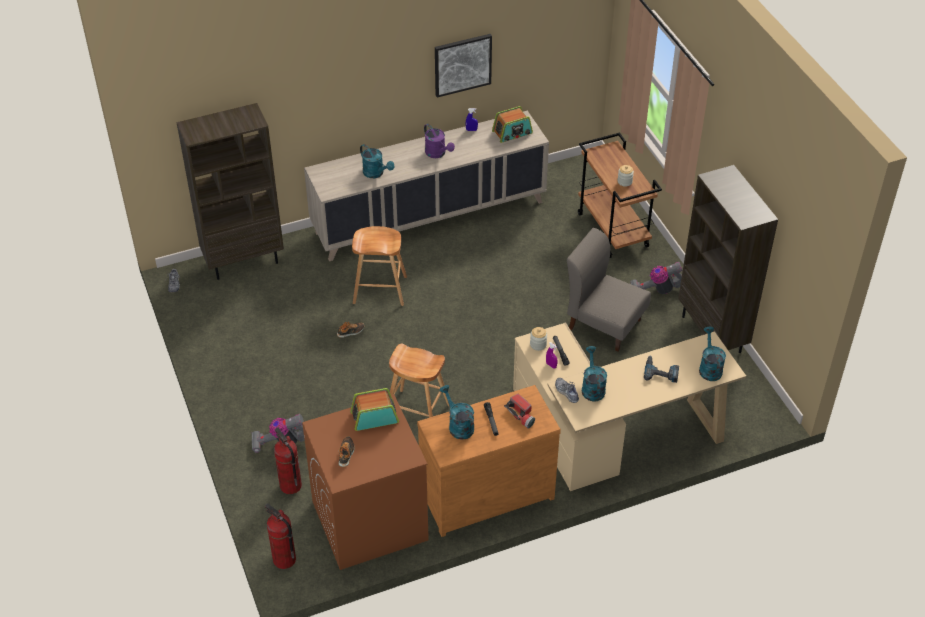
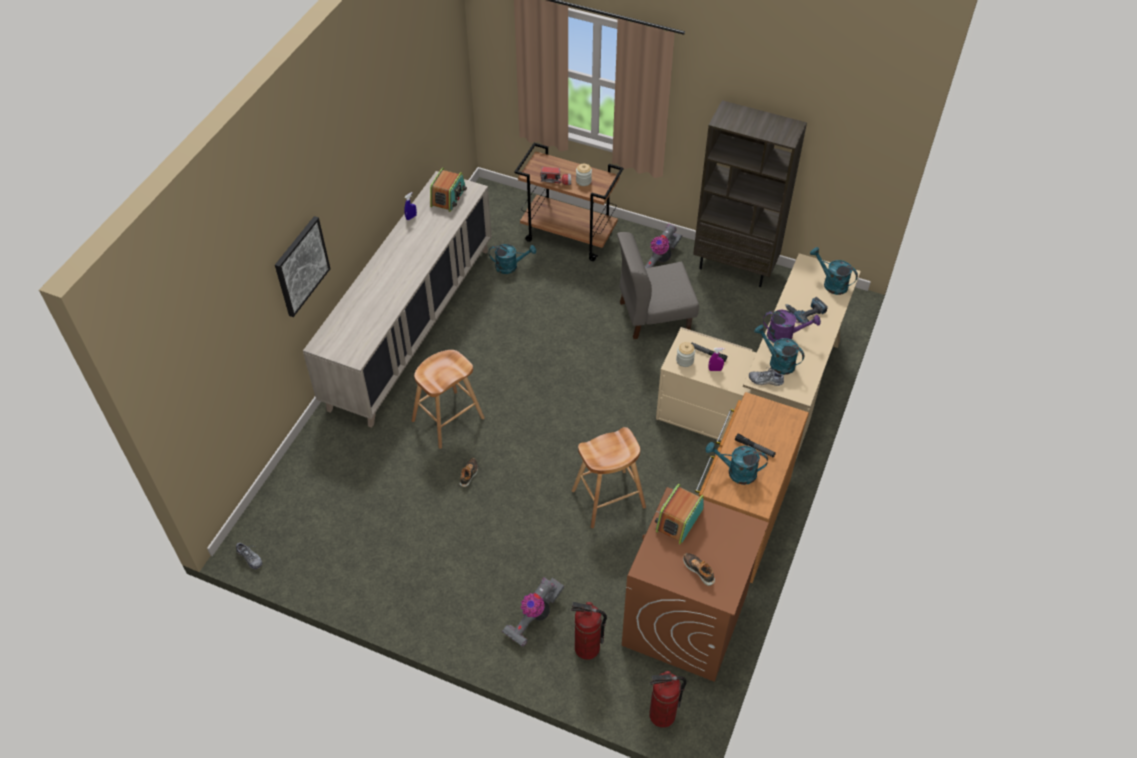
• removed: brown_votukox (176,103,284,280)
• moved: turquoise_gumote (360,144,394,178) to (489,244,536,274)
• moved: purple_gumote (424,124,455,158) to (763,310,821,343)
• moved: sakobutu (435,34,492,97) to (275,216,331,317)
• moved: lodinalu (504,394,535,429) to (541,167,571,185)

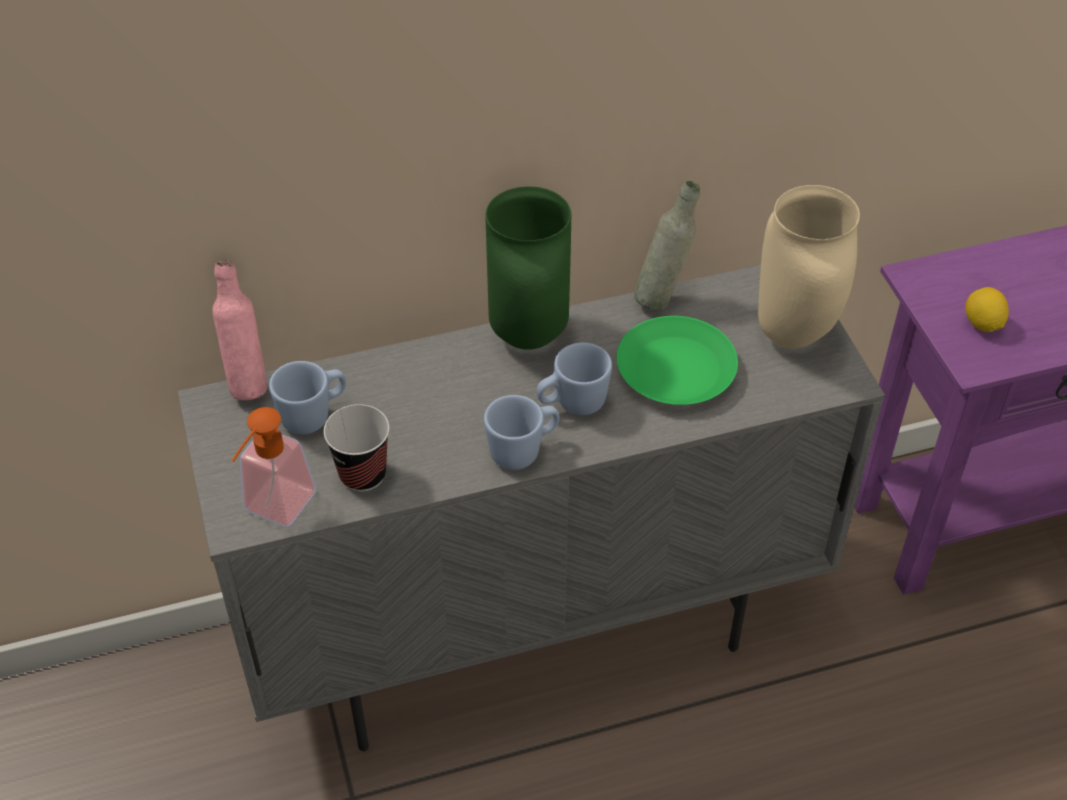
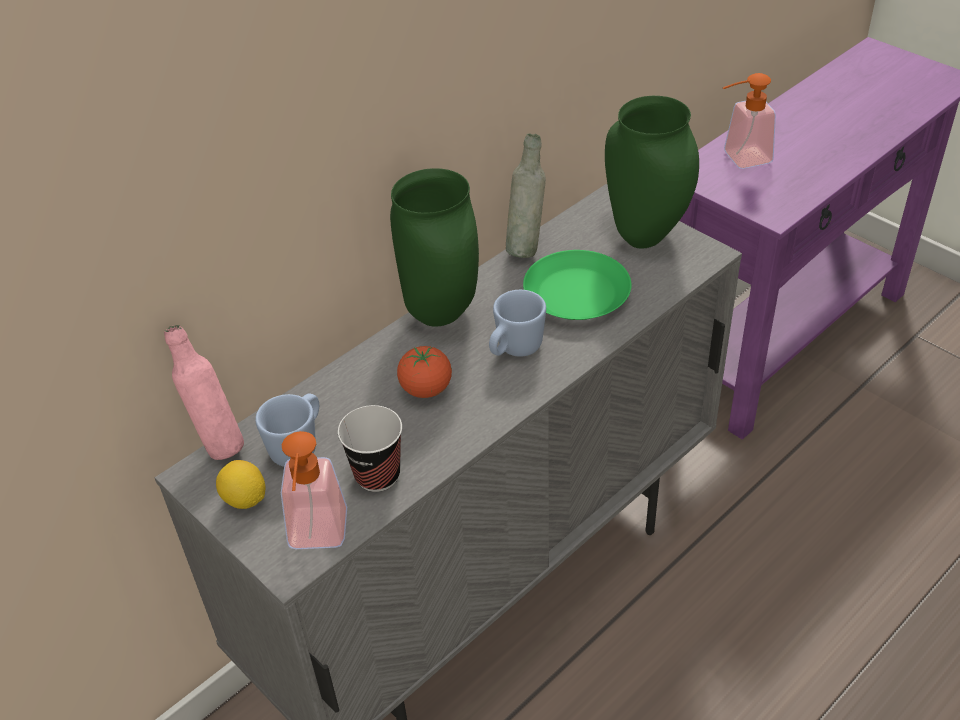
• removed: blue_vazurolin (484,395,559,470)
• added: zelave (397,346,452,398)
• added: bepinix (723,73,776,169)
• moved: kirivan (965,287,1009,332) to (216,460,265,509)
• recoloured: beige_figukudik (758,185,860,349) to green_figukudik (605,96,699,248)

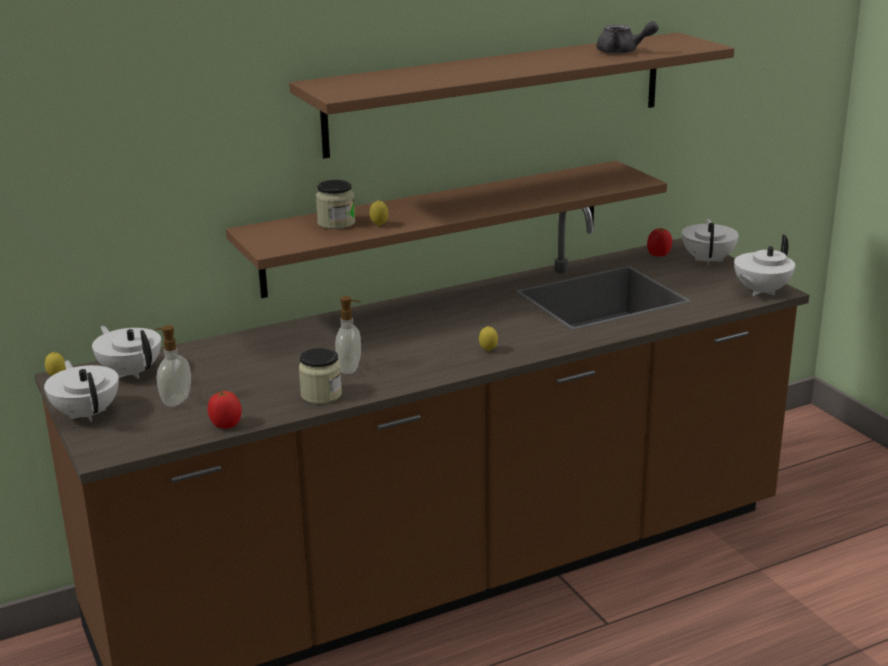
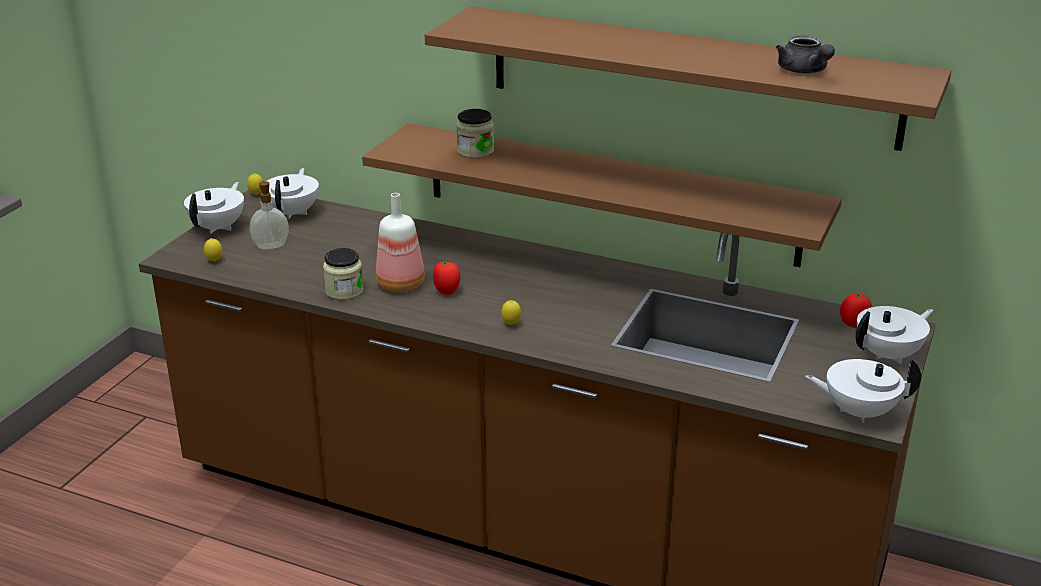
• moved: zelave (208,391,242,429) to (433,261,460,295)
• moved: kirivan (370,200,388,226) to (204,238,222,262)
• replaced: bepinix (335,296,361,374) to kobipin (376,193,425,292)

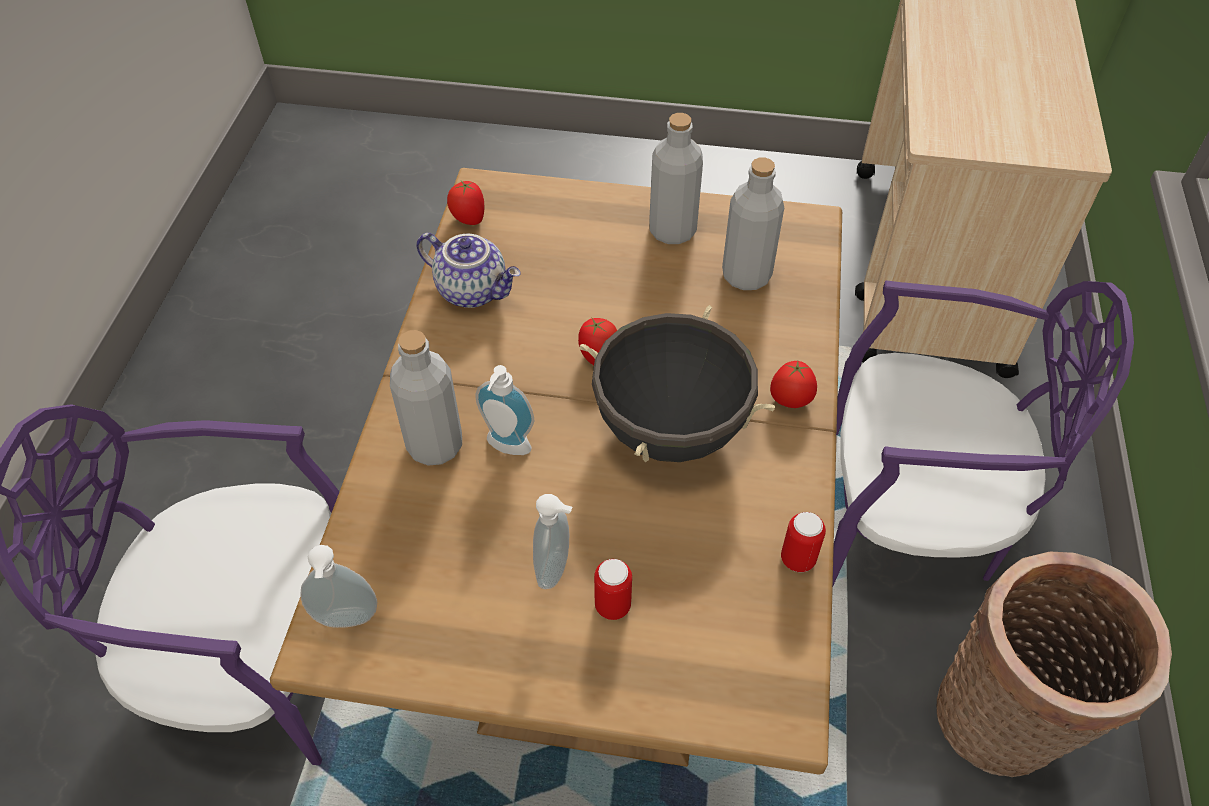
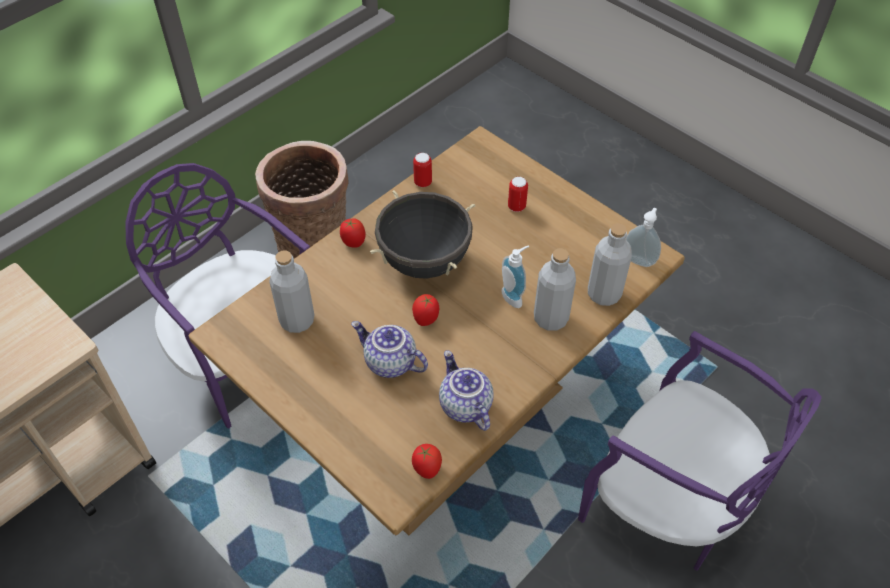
• removed: bepinix (533,494,572,589)
• added: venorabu (351,321,428,378)
• moved: grey_kobipin (649,113,703,244) to (588,223,632,306)

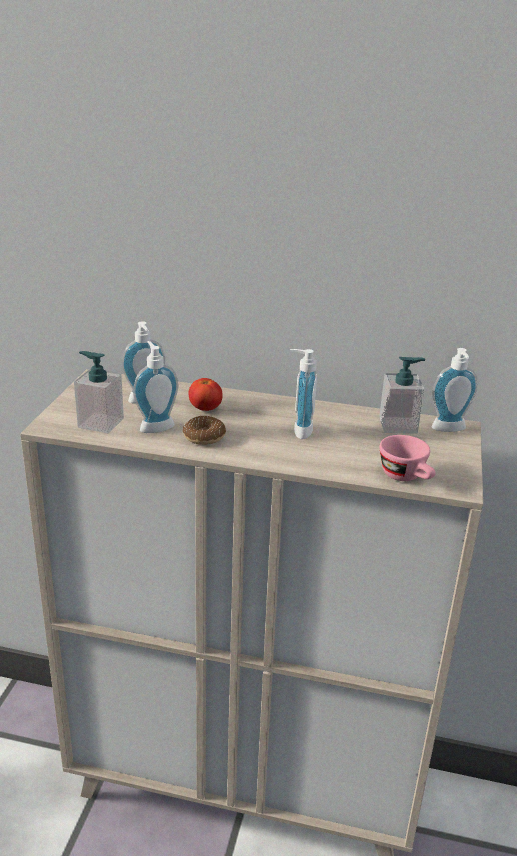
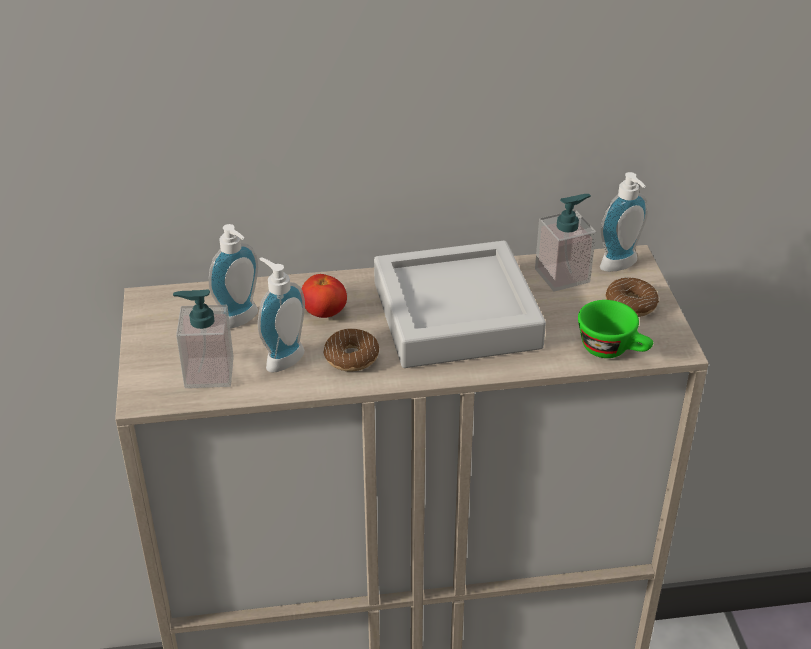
• added: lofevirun (605,277,659,317)
• replaced: bepinix (290,349,317,439) to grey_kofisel (374,241,546,368)
• recoloured: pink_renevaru (379,435,436,481) to green_renevaru (578,300,653,358)

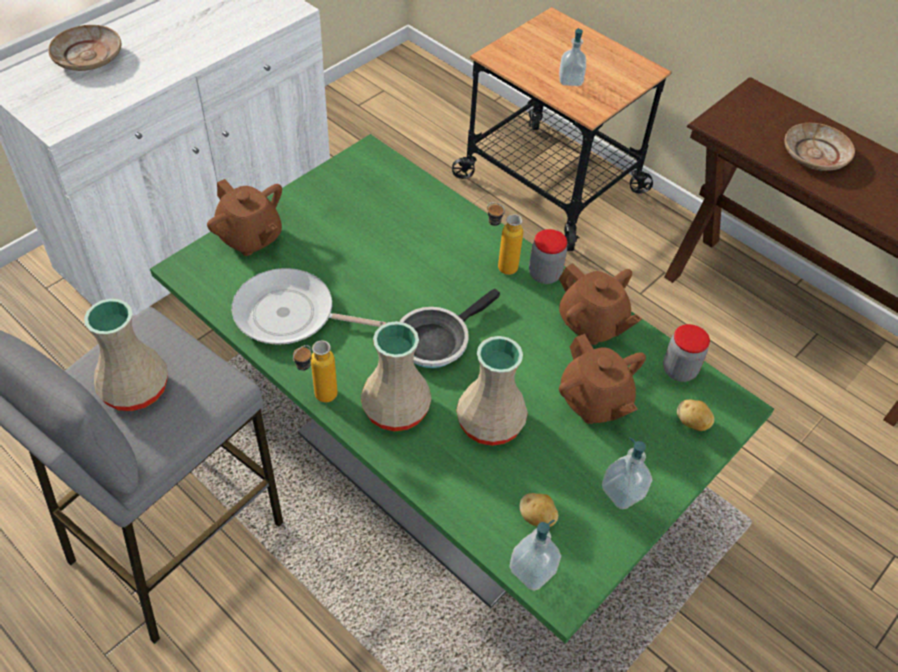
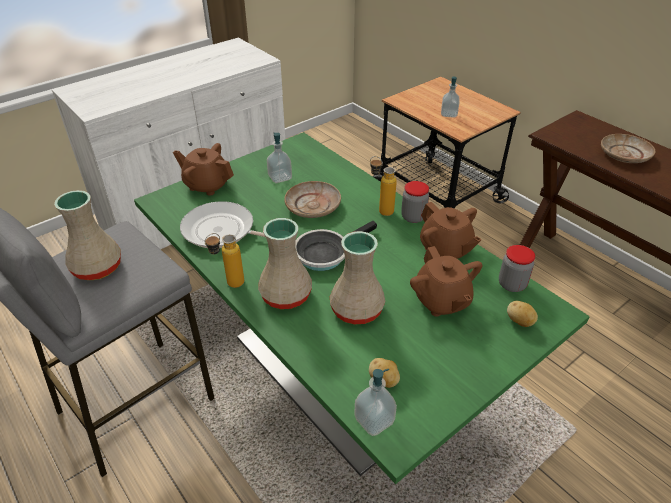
• moved: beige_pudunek (48,25,121,71) to (284,181,341,218)
• moved: bepinix (602,437,652,509) to (267,133,292,183)
• turned: brown_venorabu (207,179,282,256) = (173,143,234,196) 150 degrees clockwise

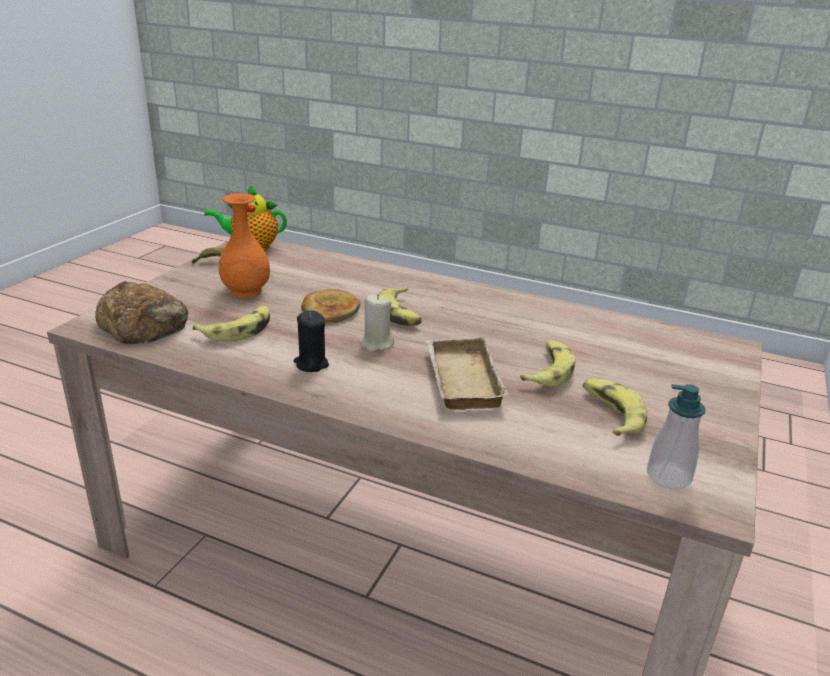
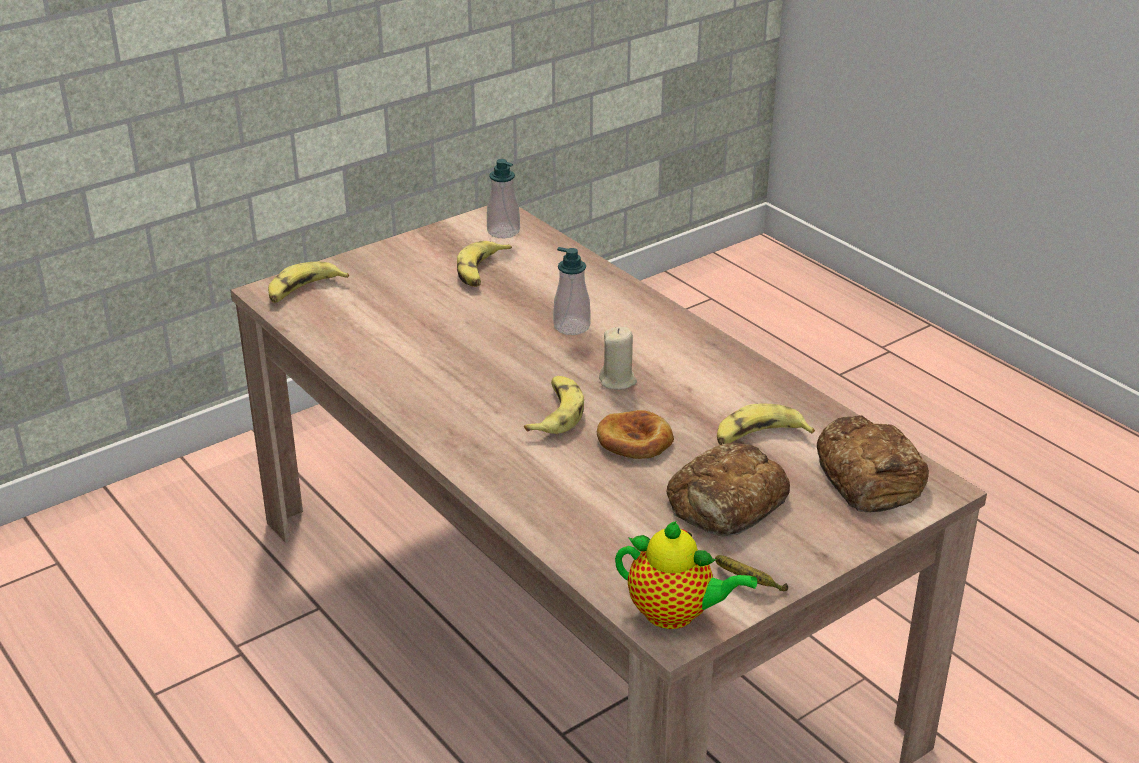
• removed: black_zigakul (294,310,329,372)
• moved: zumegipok (520,340,576,387) to (268,262,349,303)
• replaced: orange_figukudik (219,193,270,298) to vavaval (666,443,790,537)
• replaced: beige_kofisel (426,337,509,410) to bepinix (553,247,591,335)

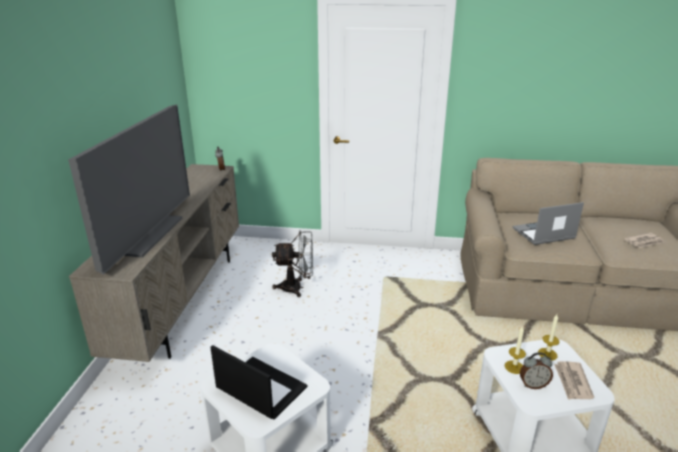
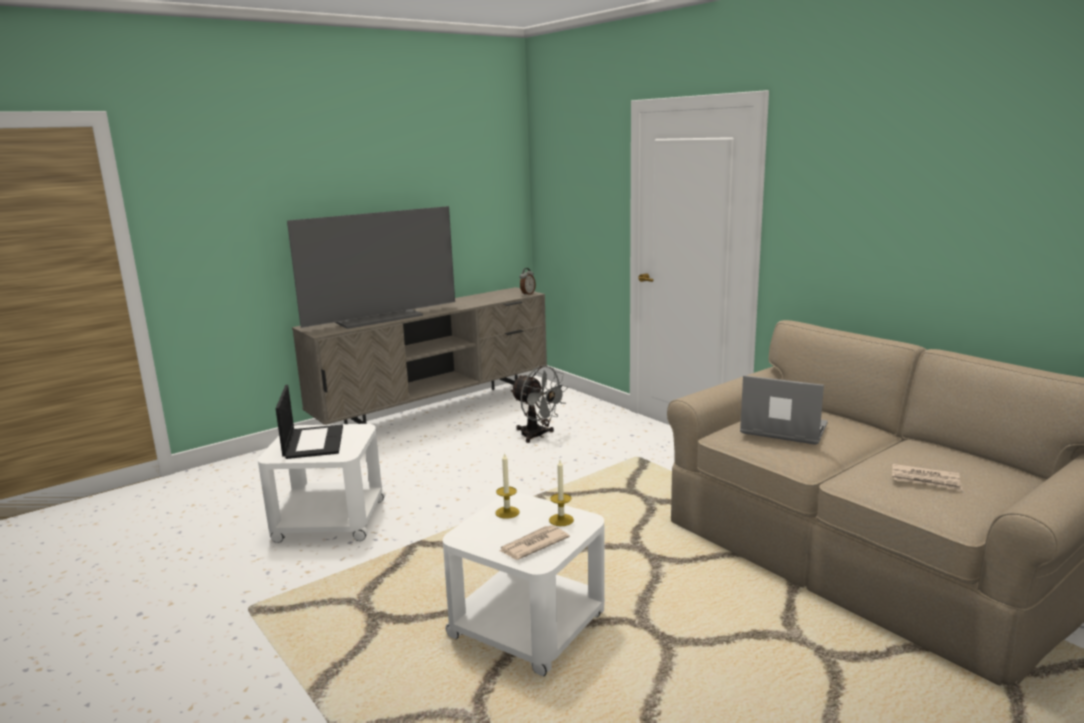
• removed: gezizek (520,352,553,389)

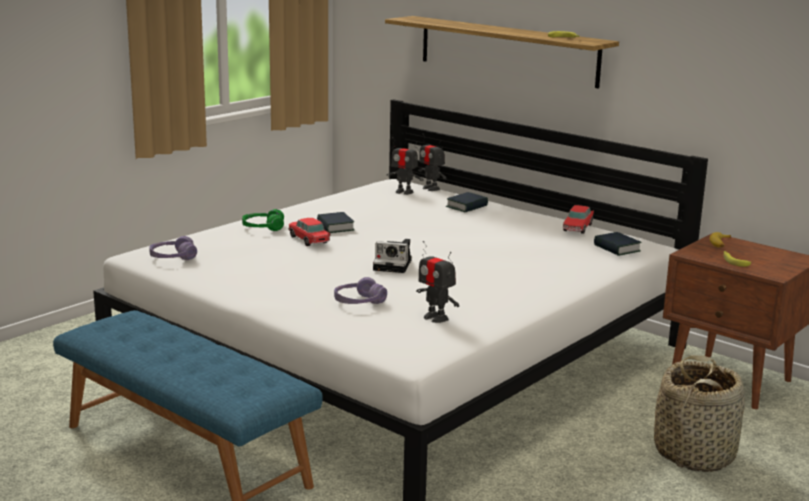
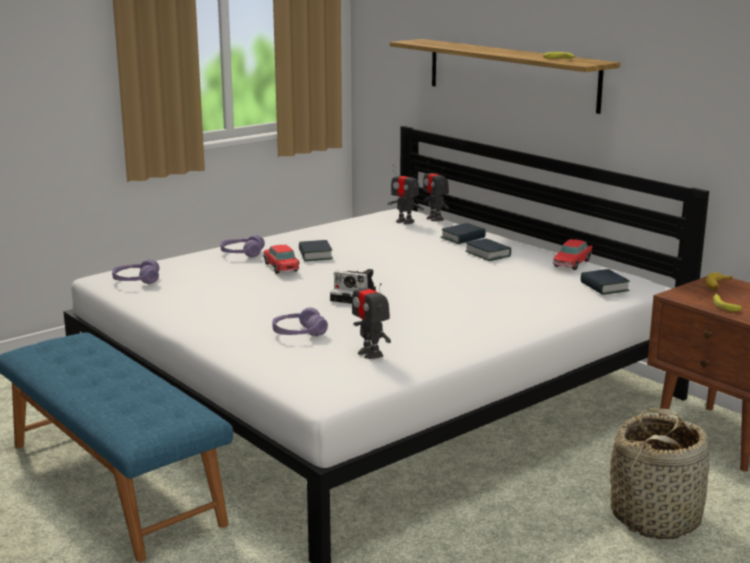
• added: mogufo (465,238,511,261)
• recoloured: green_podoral (242,209,284,231) to purple_podoral (221,235,265,258)

